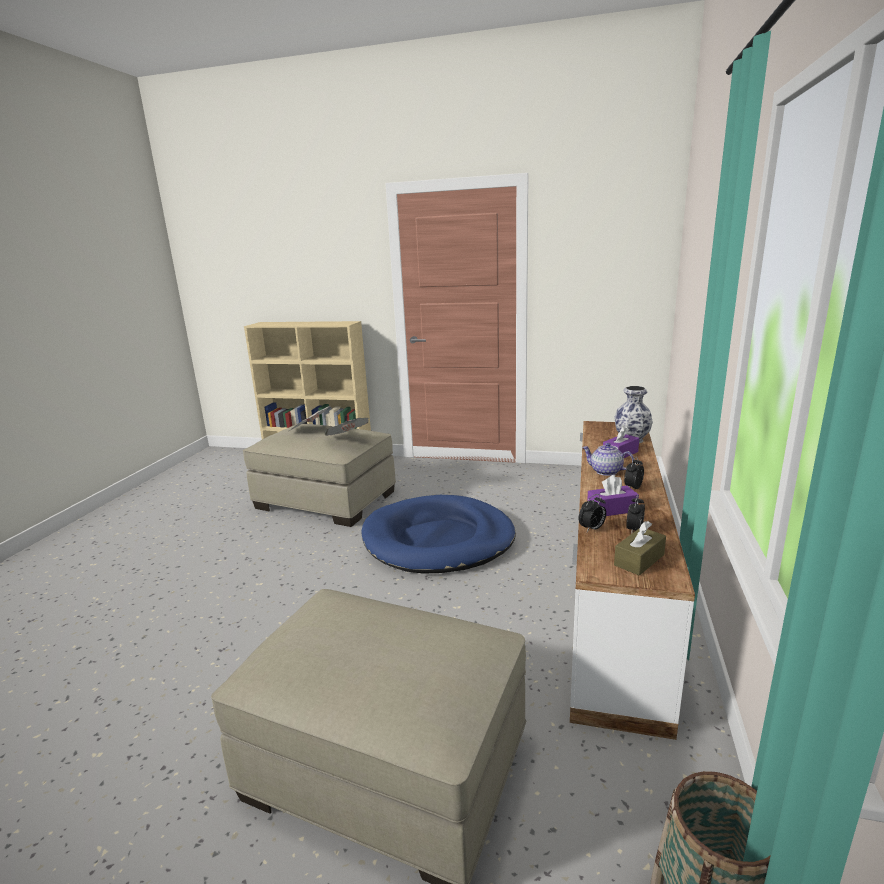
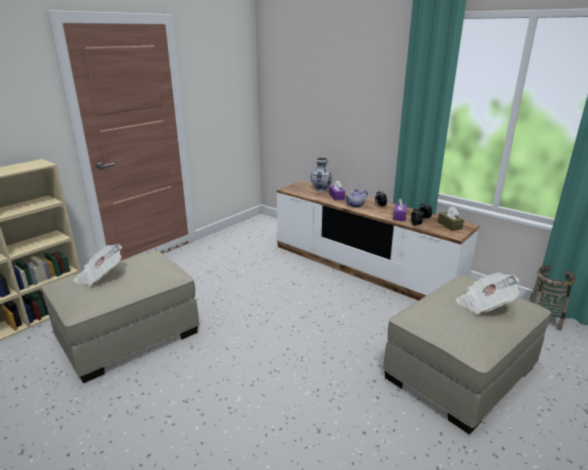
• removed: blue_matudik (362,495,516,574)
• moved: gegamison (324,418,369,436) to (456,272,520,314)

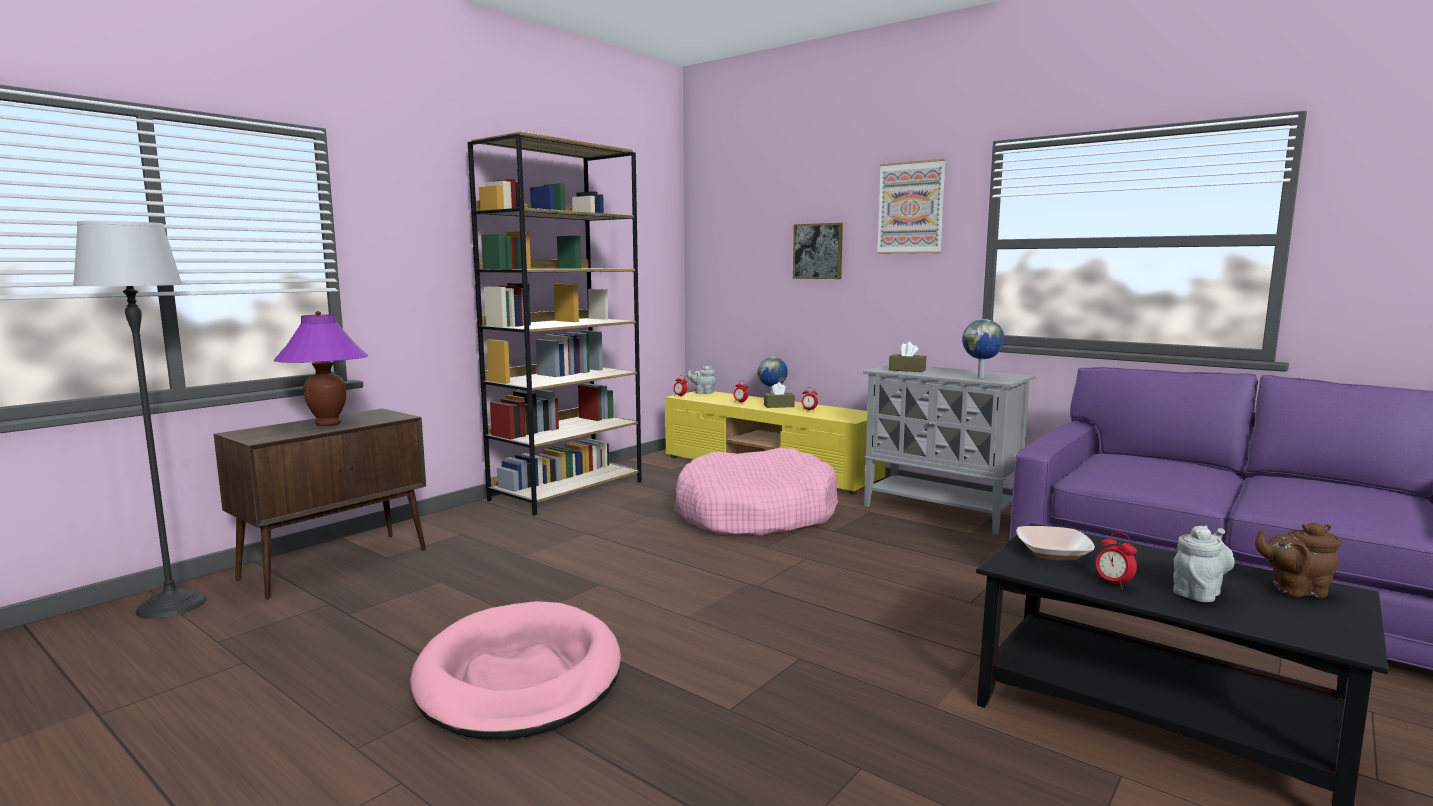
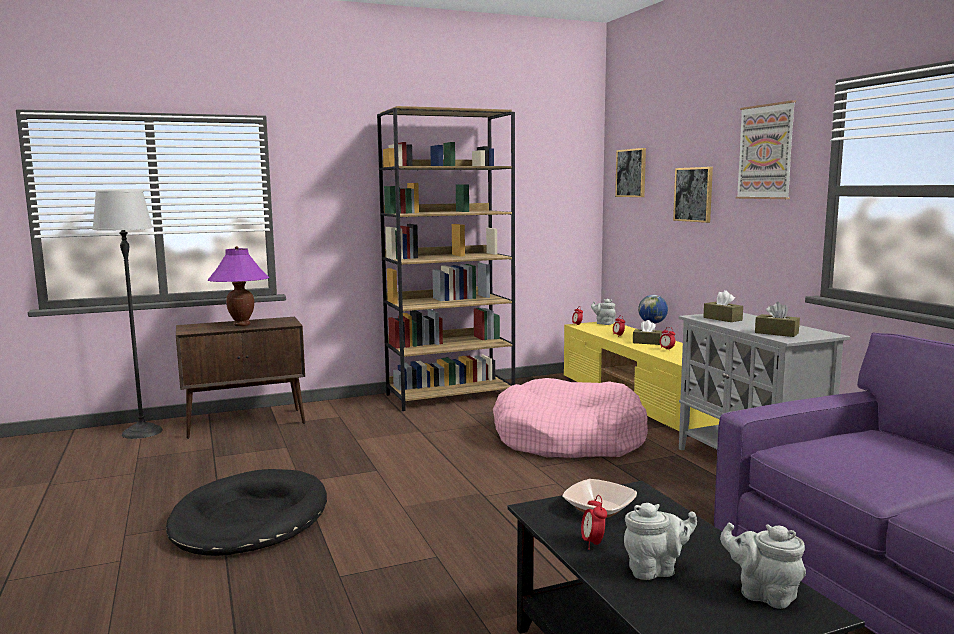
• added: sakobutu (615,148,646,197)
• replaced: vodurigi (962,319,1005,378) to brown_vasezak (755,302,800,337)
• recoloured: pink_matudik (410,601,621,739) to black_matudik (166,469,327,556)
• recoloured: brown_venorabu (1255,523,1341,598) to grey_venorabu (720,523,806,609)

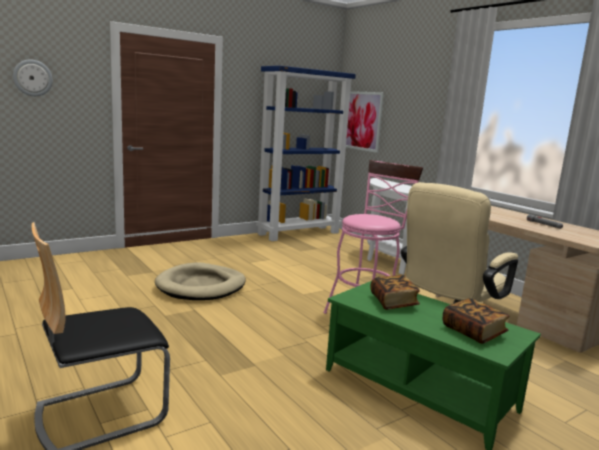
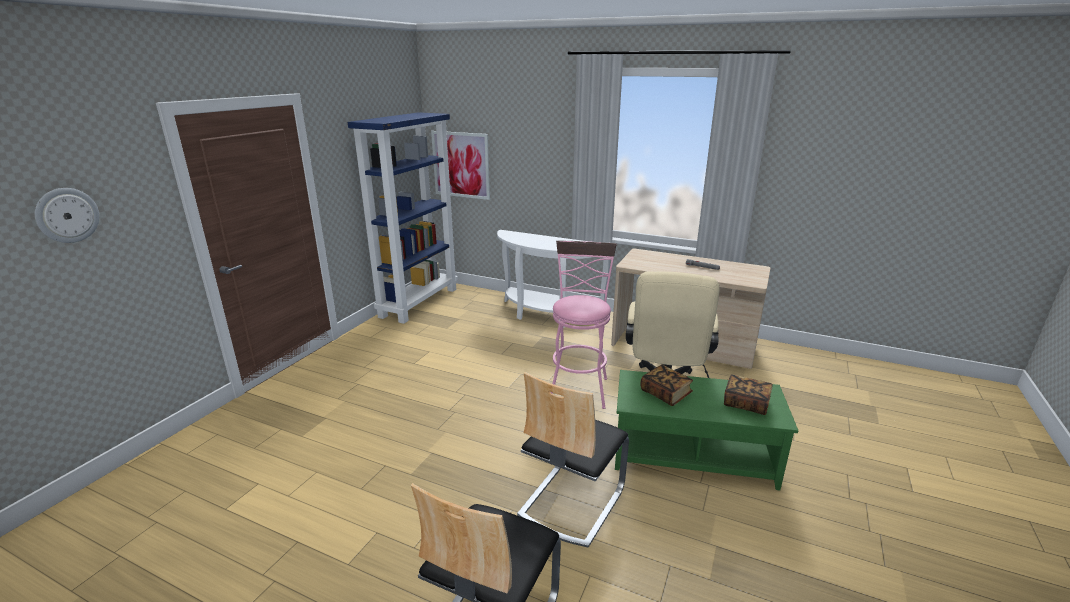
• removed: beige_matudik (155,262,246,300)
• added: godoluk (517,372,629,548)

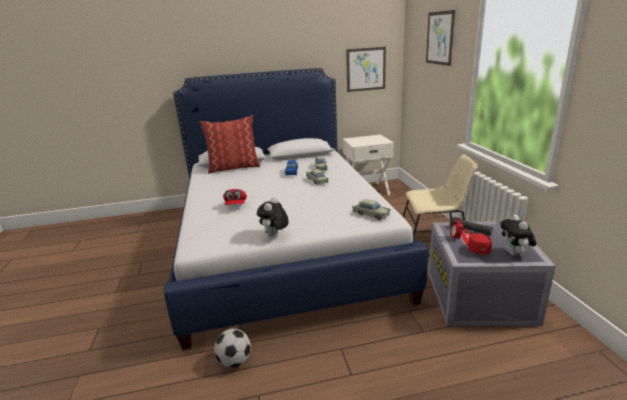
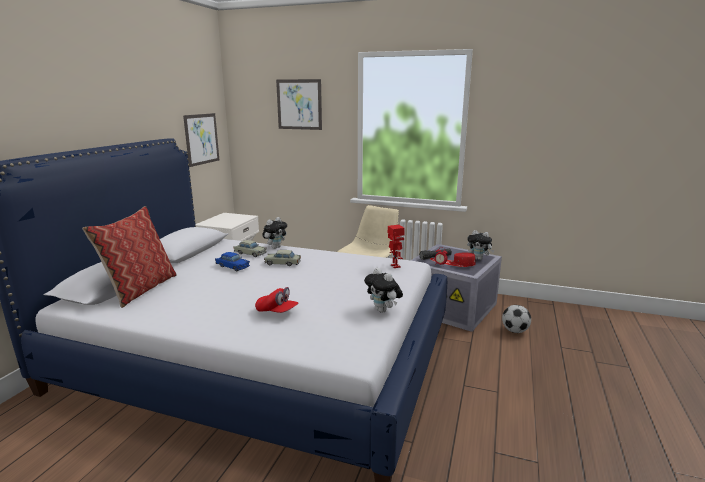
• added: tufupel (262,217,287,249)
• moved: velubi (214,328,251,368) to (502,305,531,333)
• replaced: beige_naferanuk (352,199,390,220) to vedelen (388,225,405,268)

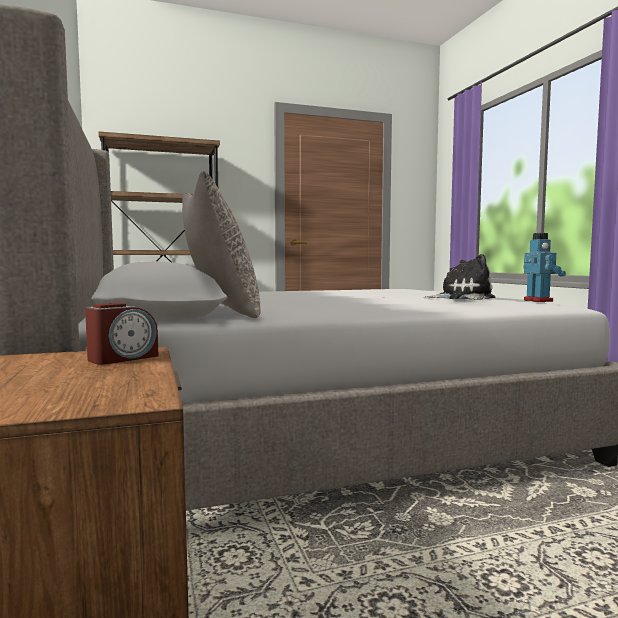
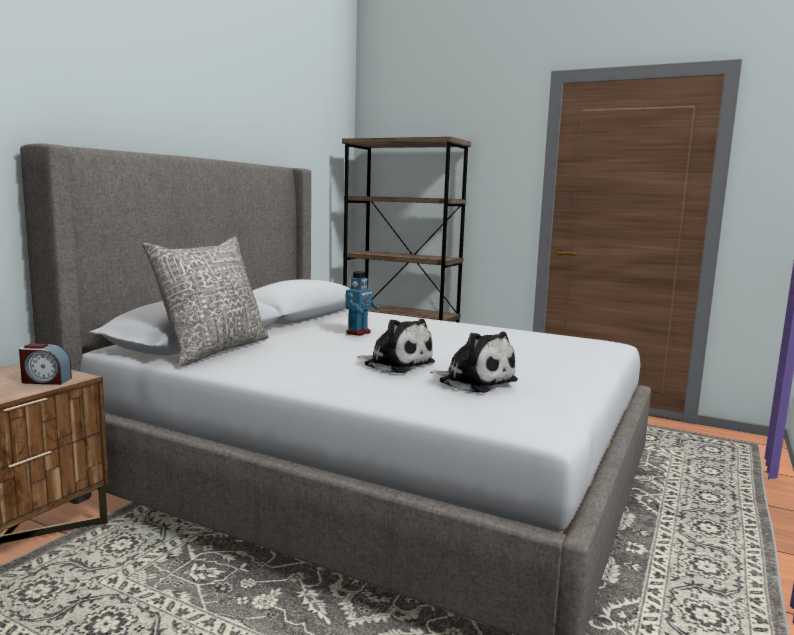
• added: tufupel (357,319,435,373)
• moved: vedelen (523,233,566,302) to (345,271,380,336)

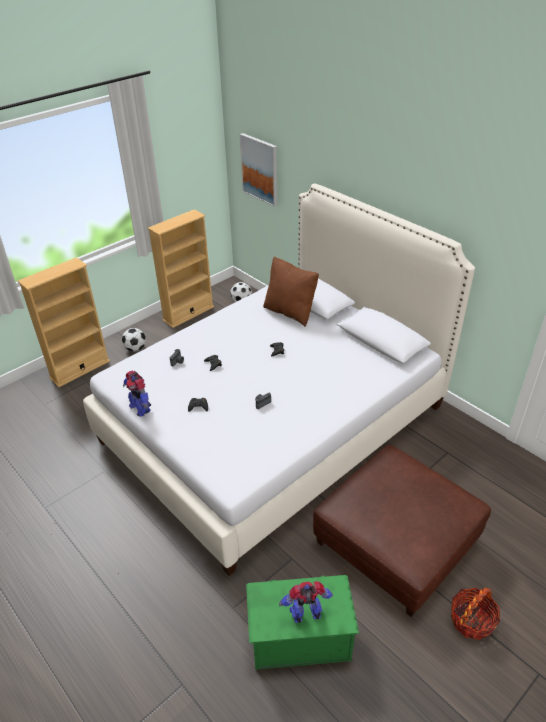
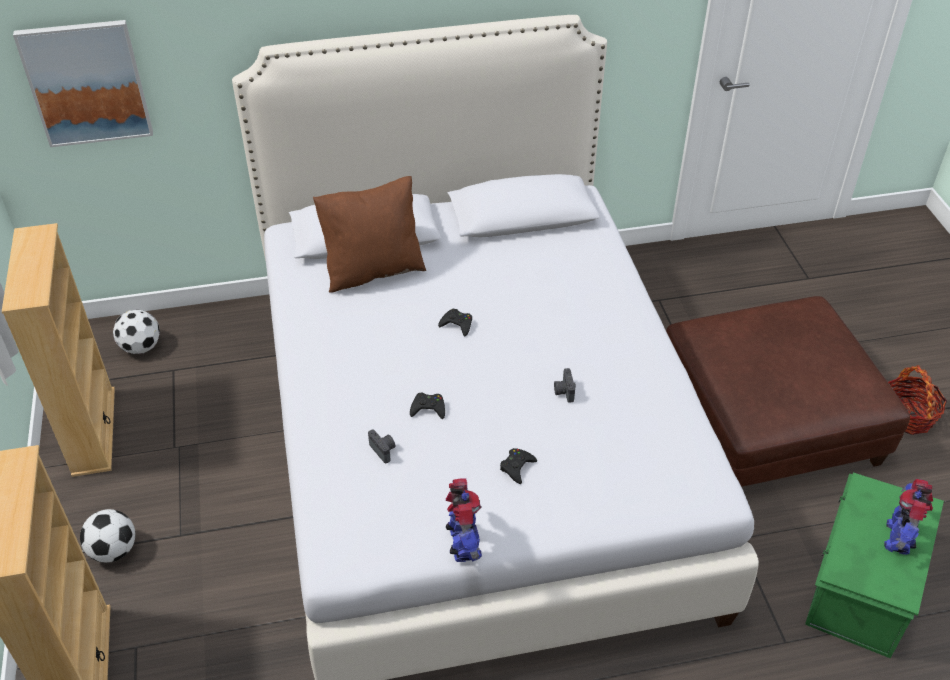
• turned: vedelen (123,371,151,417) = (446,478,482,562) 90 degrees counterclockwise

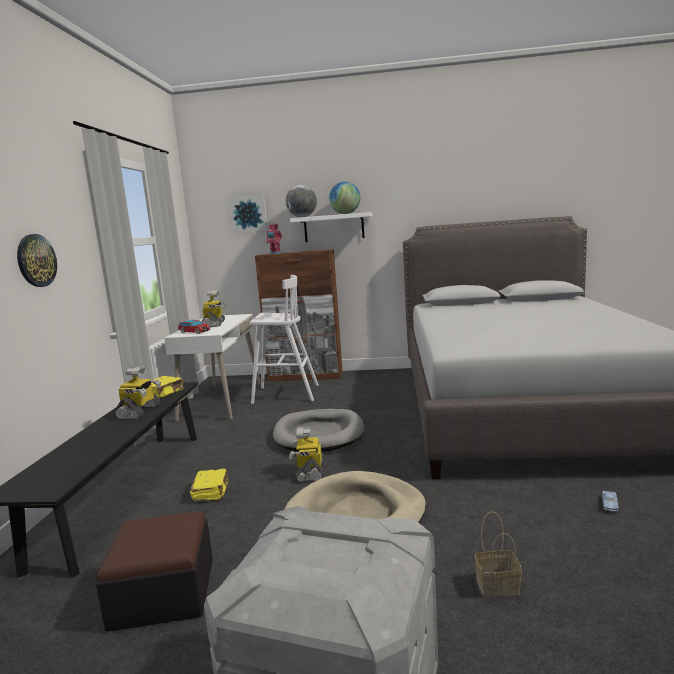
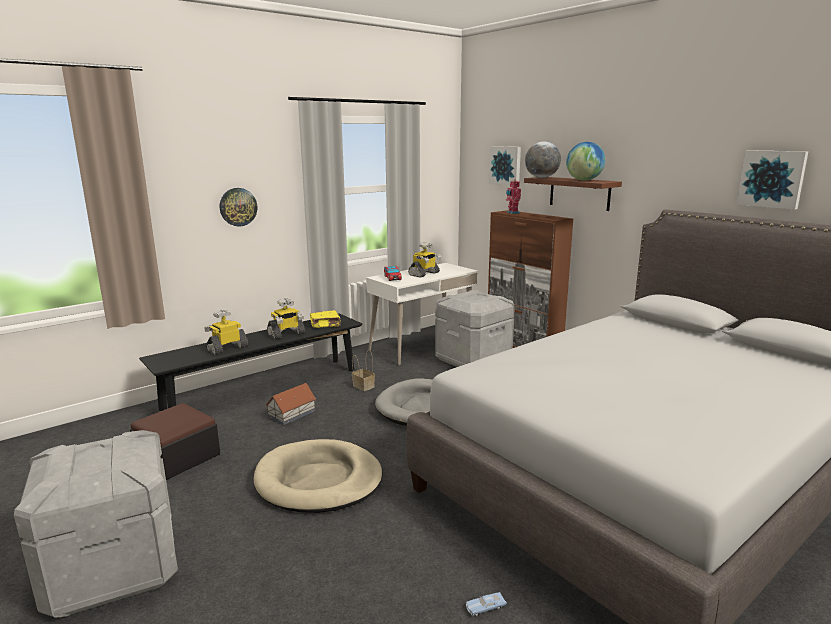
• added: sakobutu (737,150,808,210)
• moved: vedelen (289,427,325,483) to (204,309,248,355)
• moved: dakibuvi (475,511,522,597) to (352,350,375,391)
• replaced: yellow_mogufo (190,469,229,501) to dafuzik (265,383,316,425)
• replaced: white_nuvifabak (249,275,319,404) to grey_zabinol (435,290,515,367)
• recoloured: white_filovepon (290,212,372,242) to brown_filovepon (524,177,622,211)

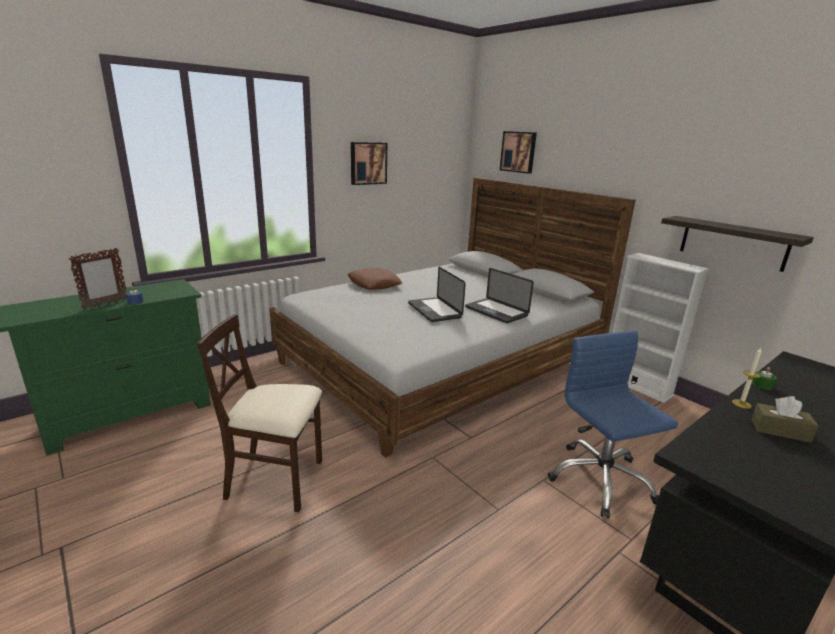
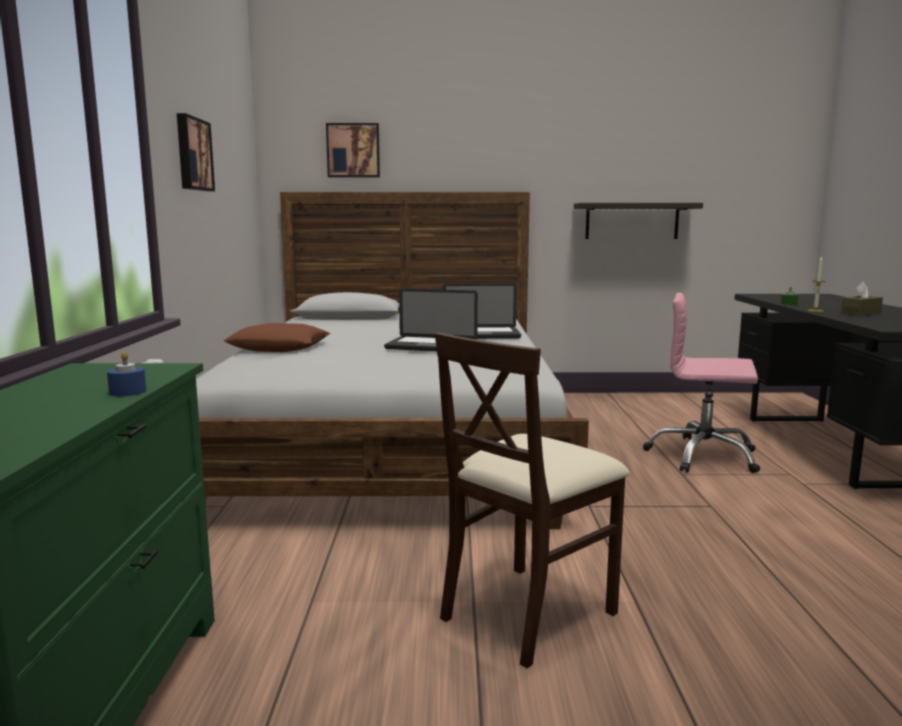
• removed: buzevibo (69,248,127,309)
• removed: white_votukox (612,253,709,403)
• recoloured: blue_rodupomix (547,331,678,518) to pink_rodupomix (643,292,760,473)

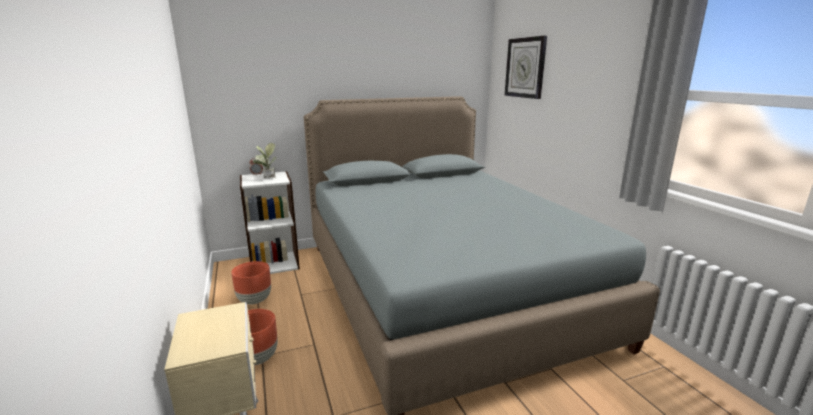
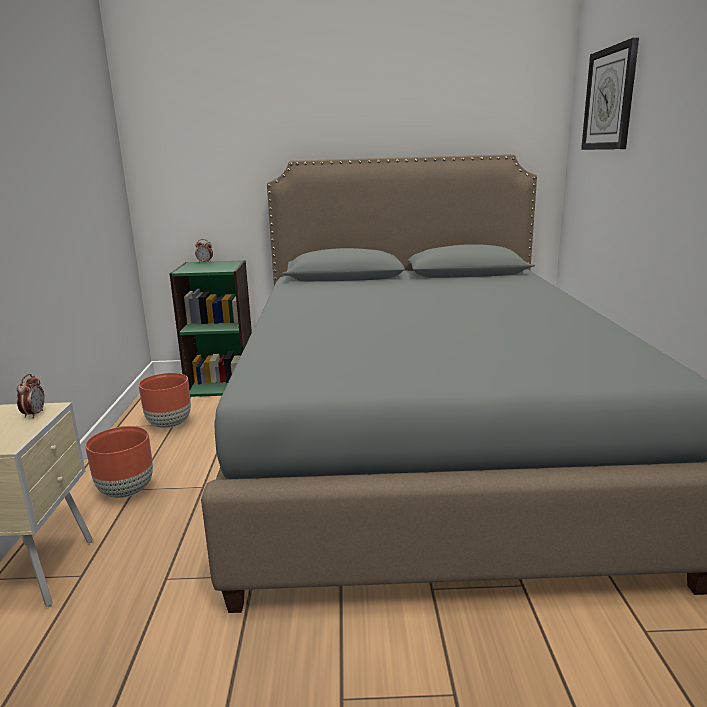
• removed: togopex (253,143,276,178)
• added: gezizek (17,374,45,418)
• recoloured: white_votukox (240,171,300,274) to green_votukox (169,260,252,397)

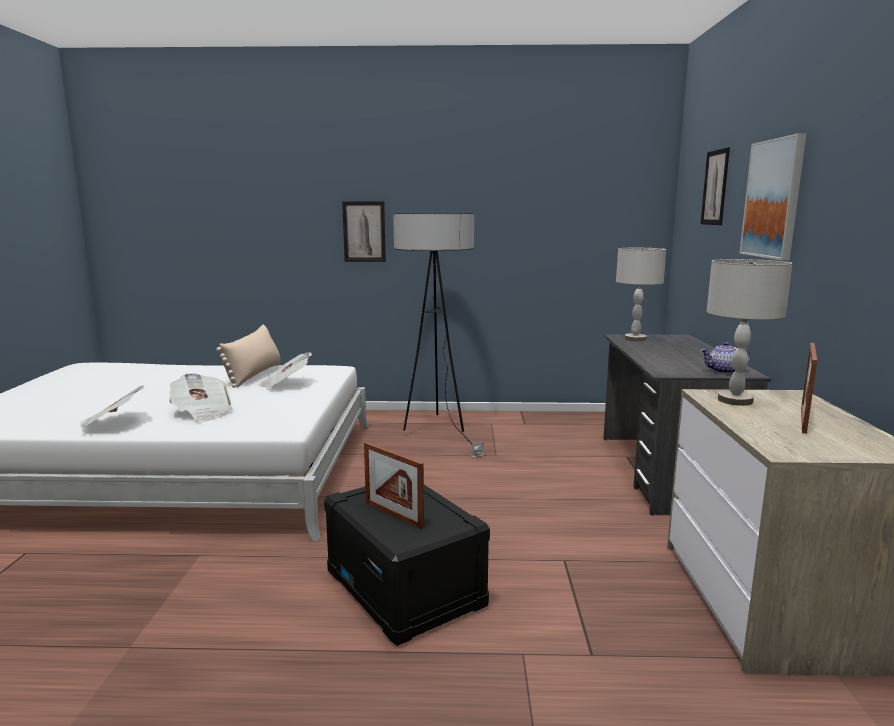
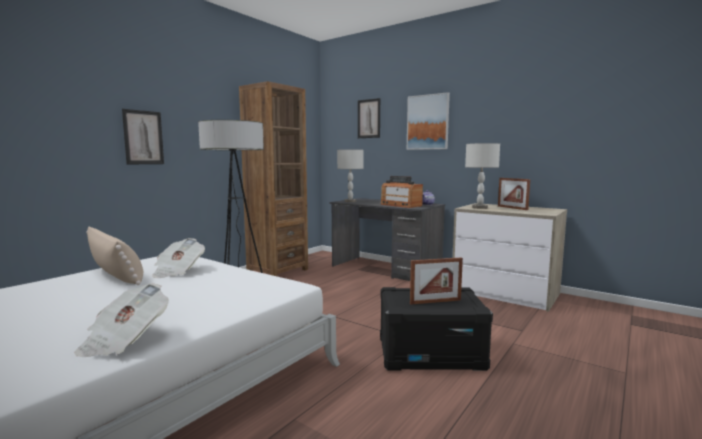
• removed: gegamison (169,373,232,422)
• added: brown_votukox (239,81,308,276)
• added: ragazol (381,176,423,208)

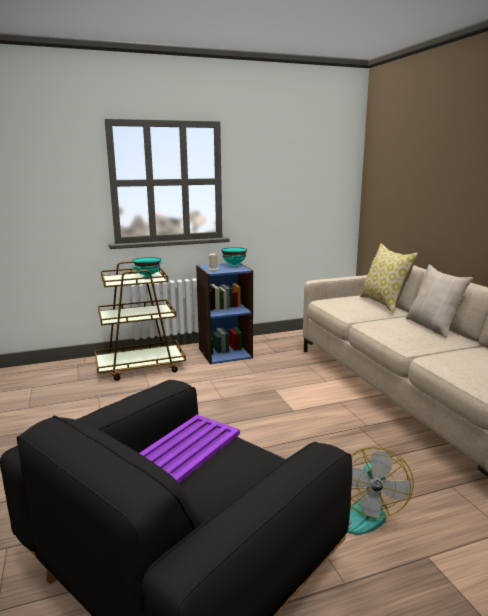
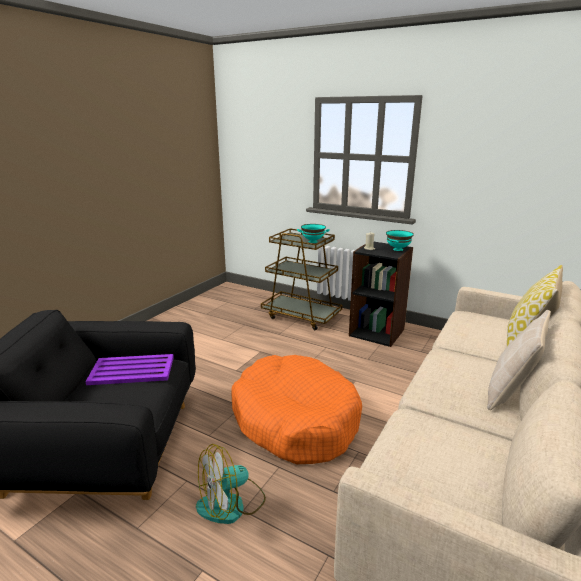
• added: orange_matudik (231,355,362,464)
• recoloured: blue_votukox (196,263,253,365) to black_votukox (349,242,413,347)

